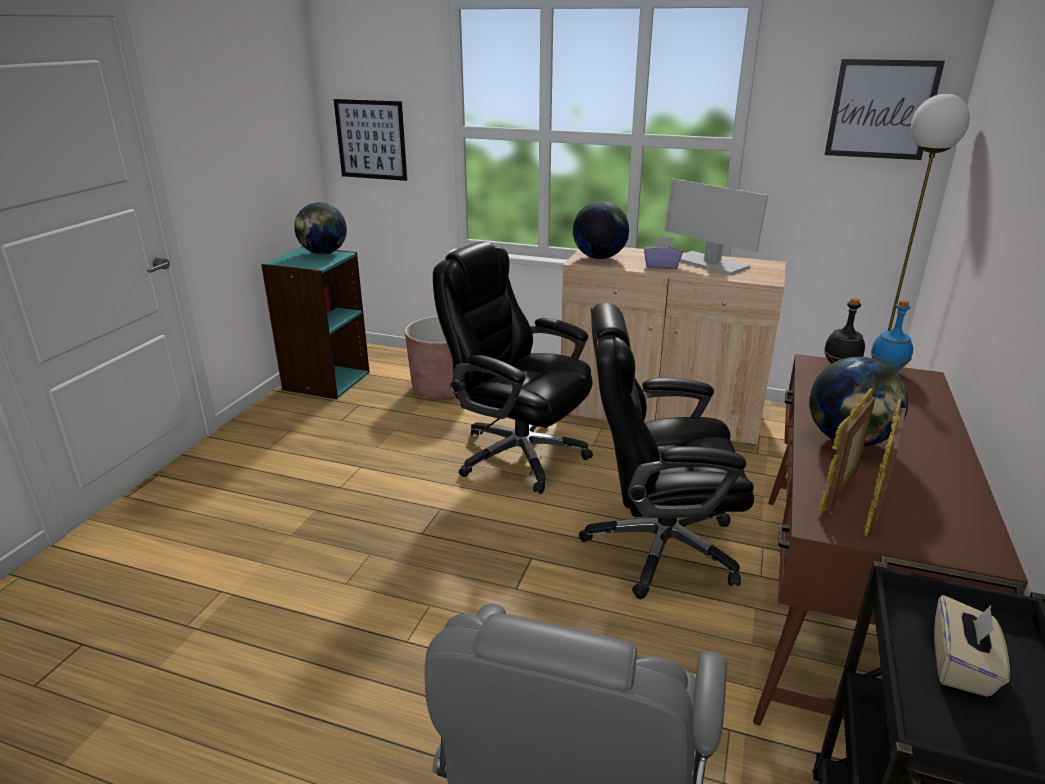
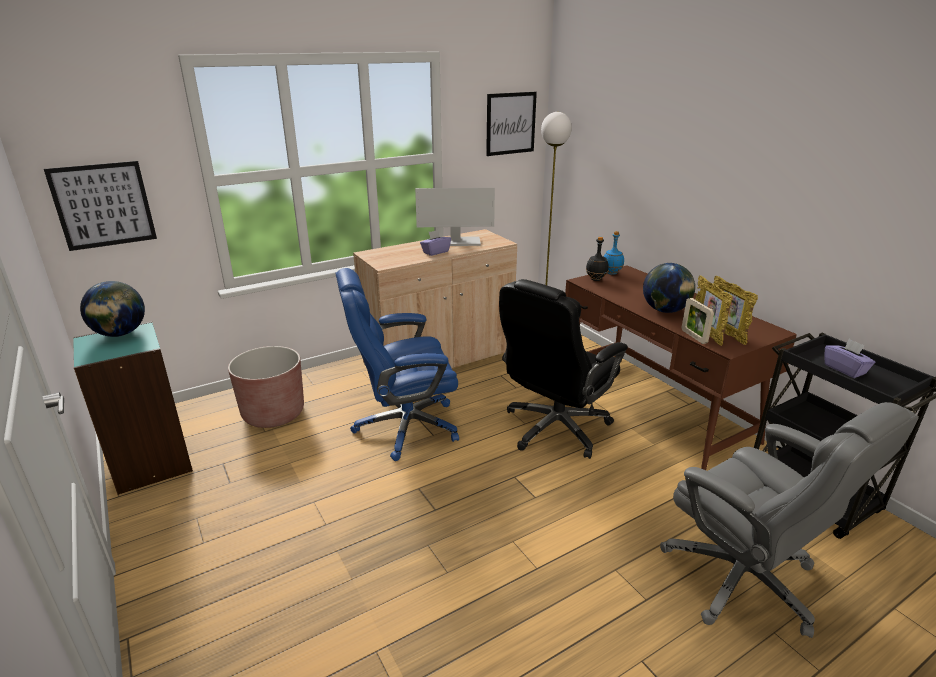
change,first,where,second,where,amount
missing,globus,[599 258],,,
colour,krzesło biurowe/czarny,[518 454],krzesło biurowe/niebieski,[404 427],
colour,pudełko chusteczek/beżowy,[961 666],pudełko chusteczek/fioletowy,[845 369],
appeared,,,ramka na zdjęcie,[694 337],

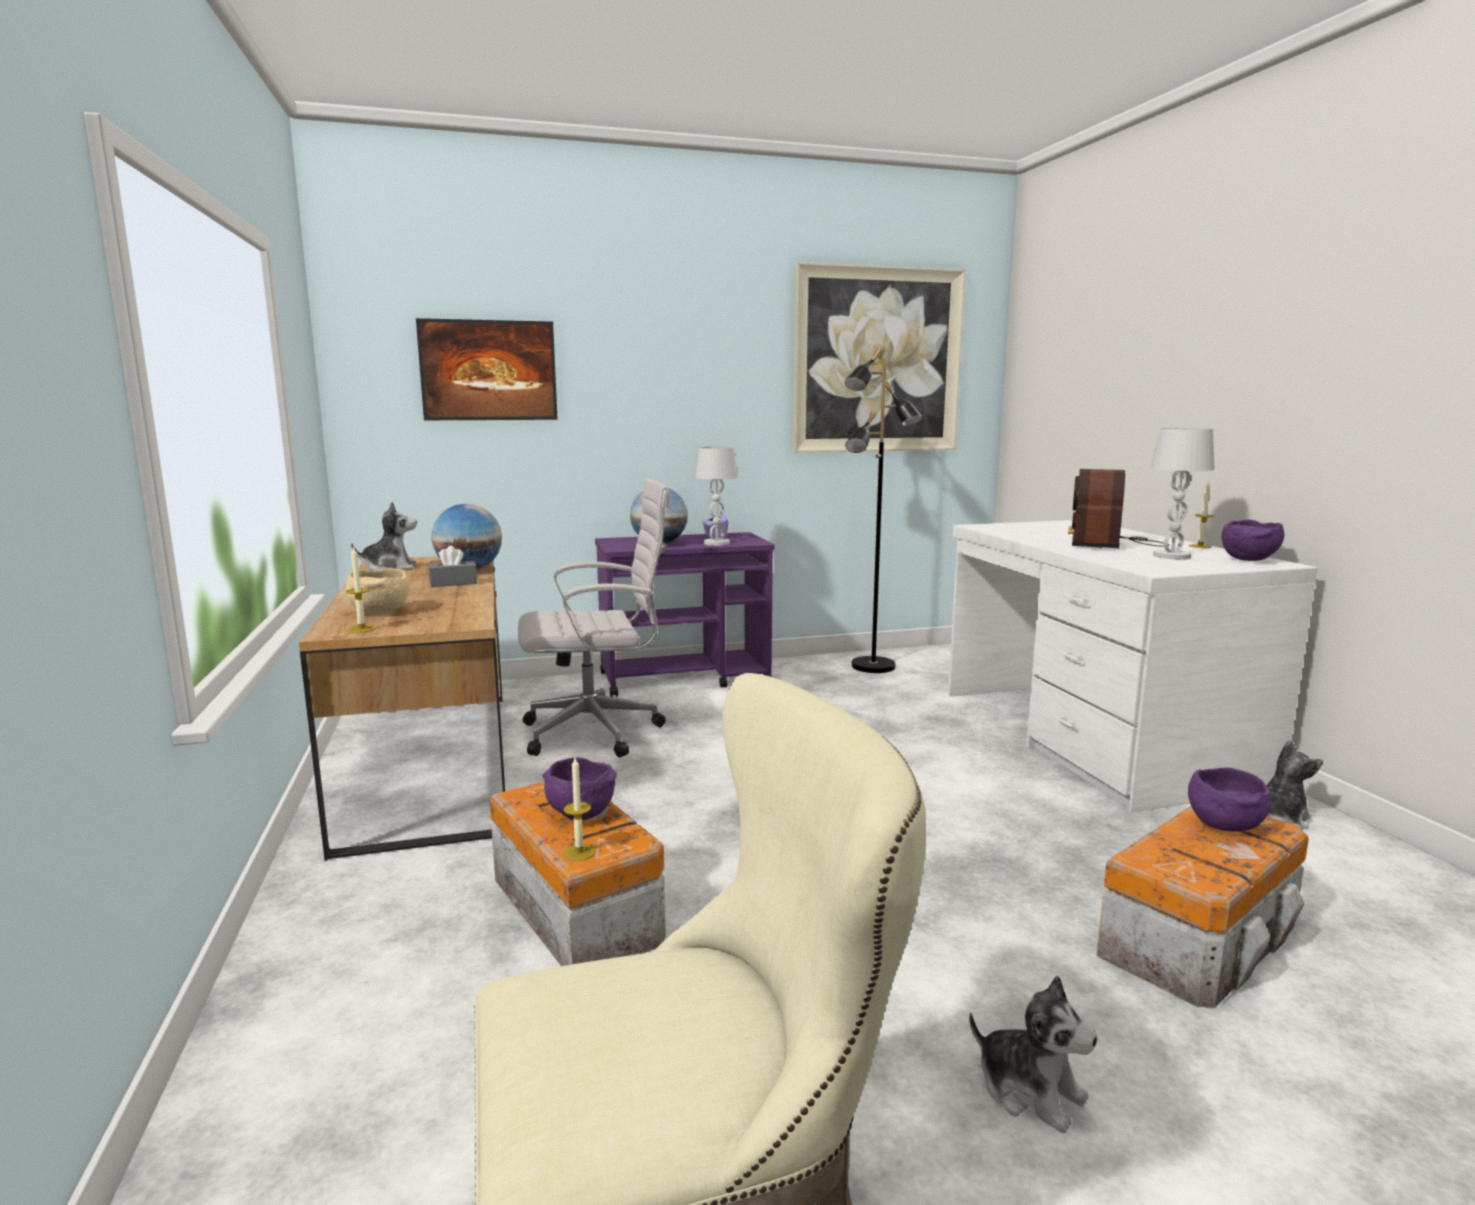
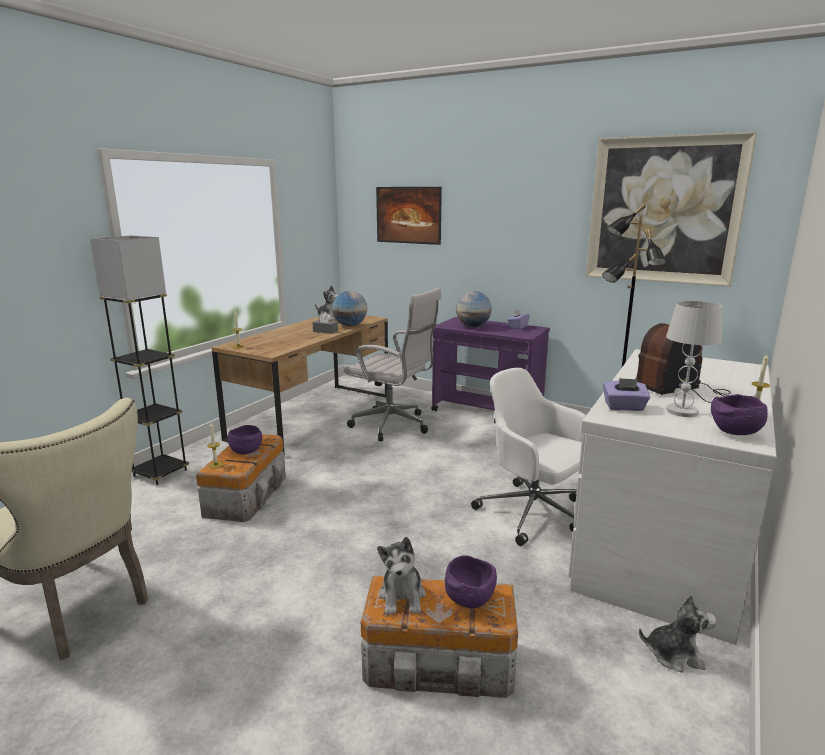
change,first,where,second,where,amount
missing,lampa stołowa/biały,[716 543],,,
missing,miska/beżowy,[380 612],,,
relocated,pluszak,[1030 1091],,[402 596],
appeared,,,lampa stojąca/szary,[160 473],
appeared,,,krzesło biurowe/biały,[533 513],
appeared,,,pudełko chusteczek/fioletowy,[624 407],

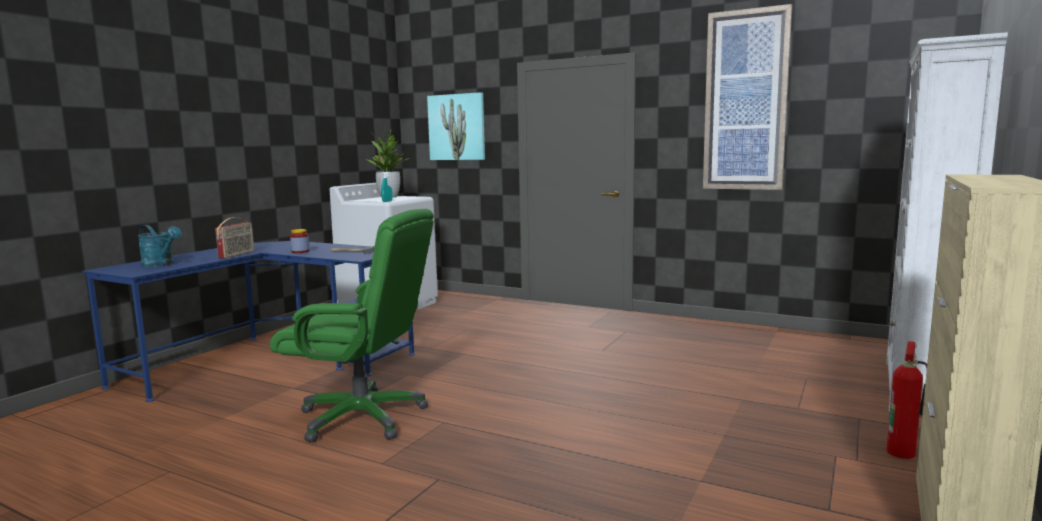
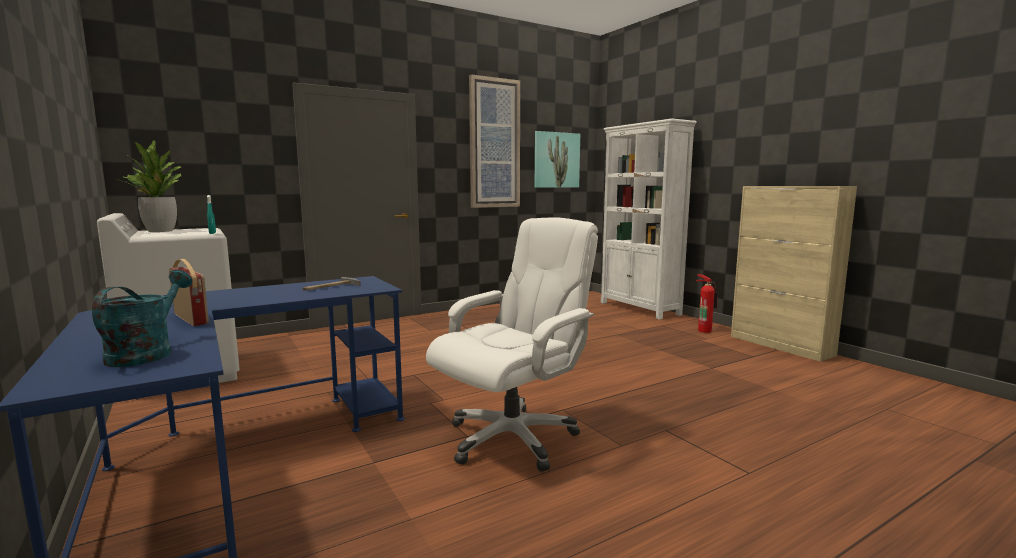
change,first,where,second,where,amount
relocated,obraz,[456 127],,[556 160],
colour,krzesło biurowe/zielony,[363 417],krzesło biurowe/biały,[512 438],
spun,konewka/turkusowy,[161 265],,[146 353],60 degrees counterclockwise
missing,słoik,[300 251],,,

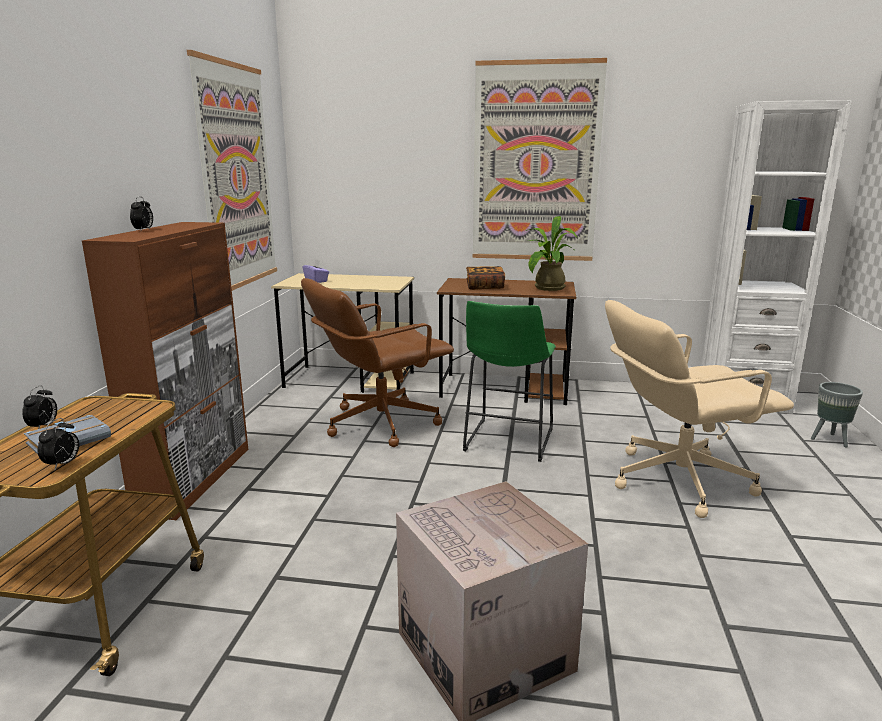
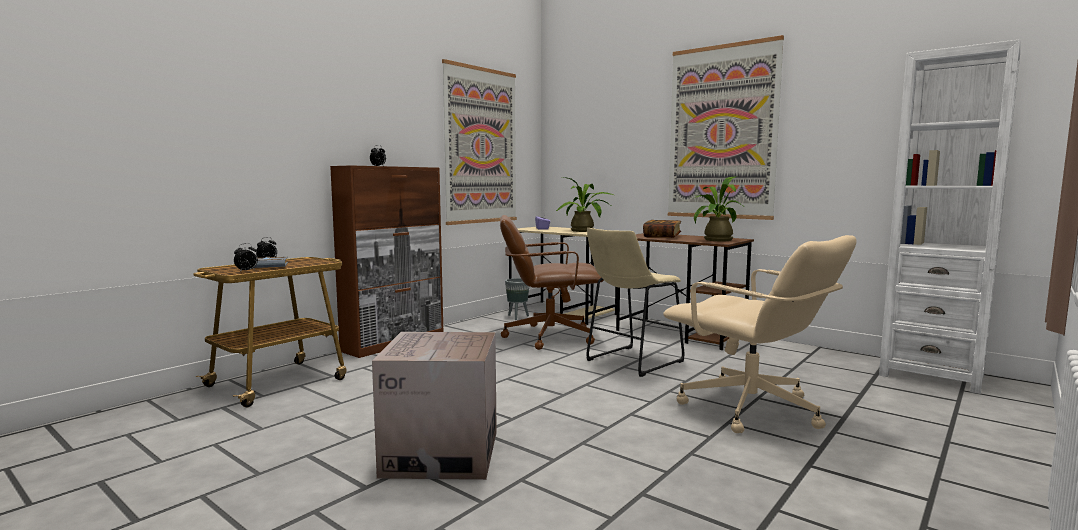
change,first,where,second,where,amount
spun,krzesło biurowe/beżowy,[677 480],,[751 410],150 degrees counterclockwise
colour,stołek/zielony,[507 442],stołek/beżowy,[630 362],
relocated,donica/szary,[830 440],,[517 317],
appeared,,,roślina doniczkowa,[585 231],

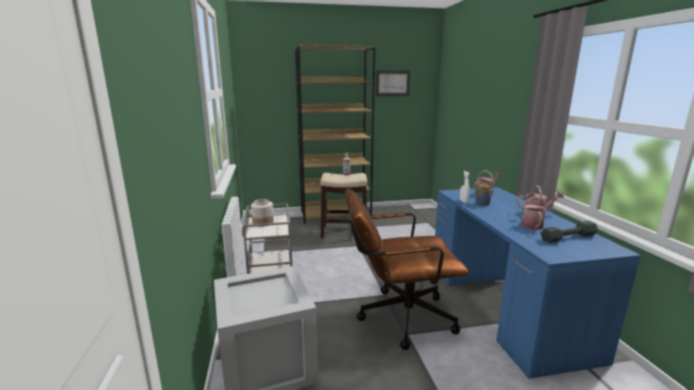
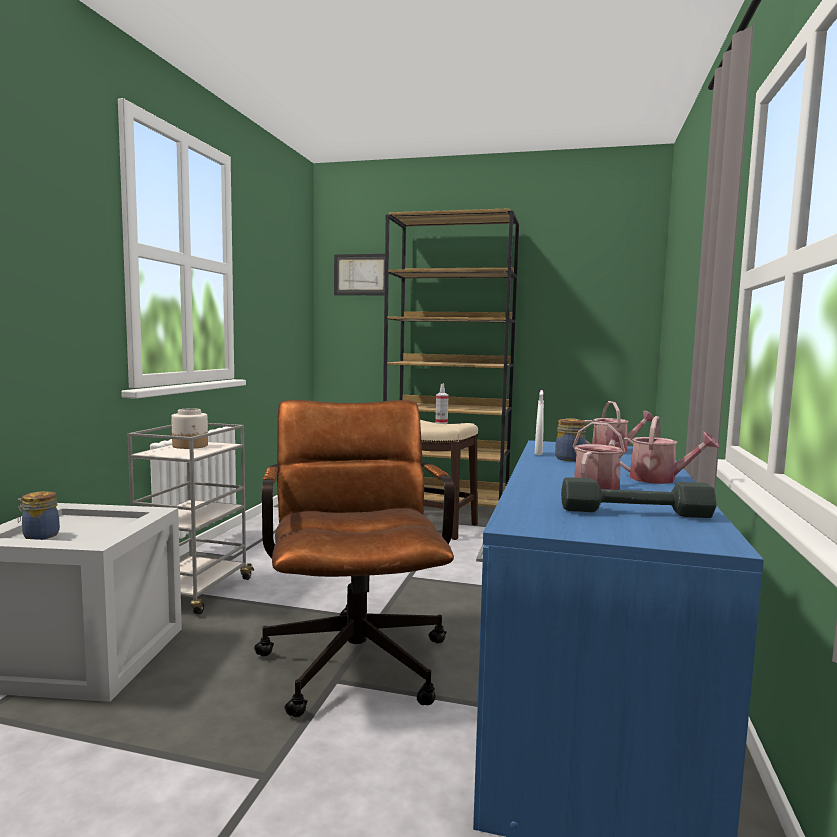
change,first,where,second,where,amount
relocated,obraz,[392 83],,[361 274],
spun,krzesło biurowe/brązowy,[398 317],,[355 654],60 degrees clockwise
appeared,,,słoik,[39 536],

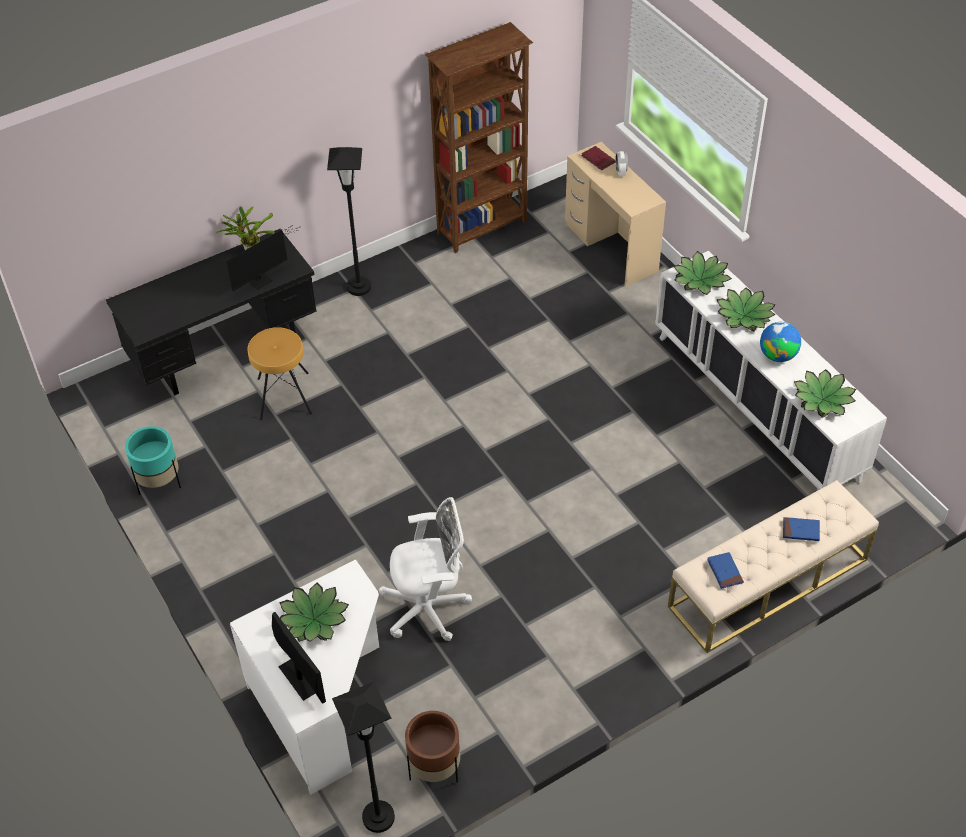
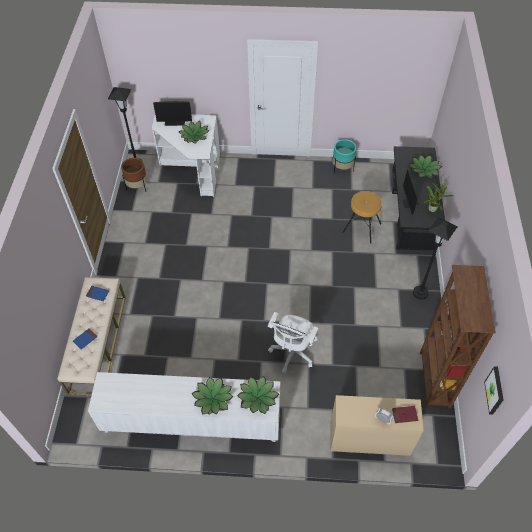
change,first,where,second,where,amount
missing,globus,[778 355],,,
relocated,roślina doniczkowa,[822 399],,[424 170],
relocated,krzesło biurowe/biały,[429 608],,[292 353],
appeared,,,obraz,[495 390],

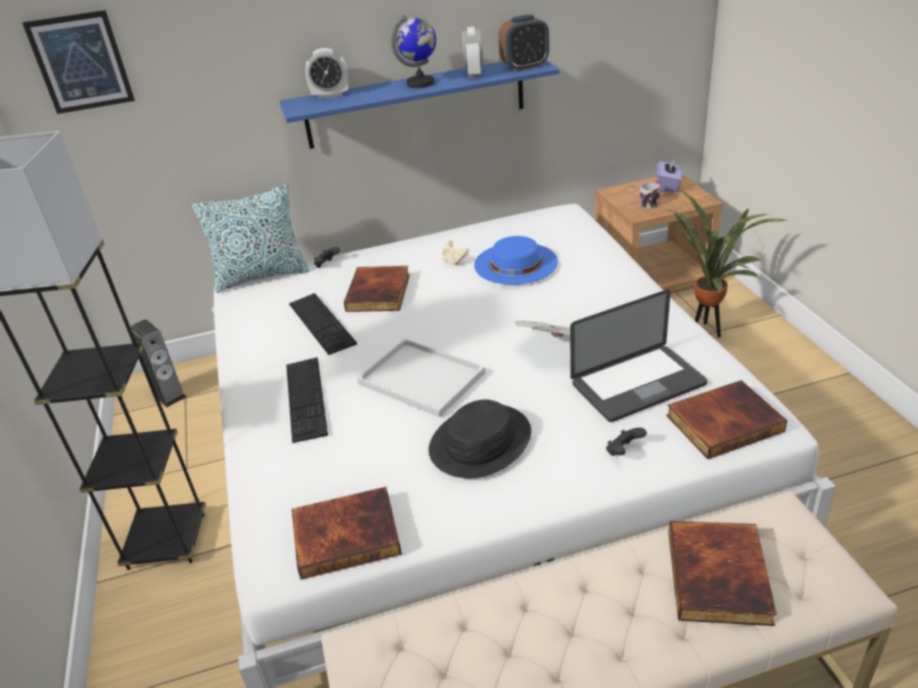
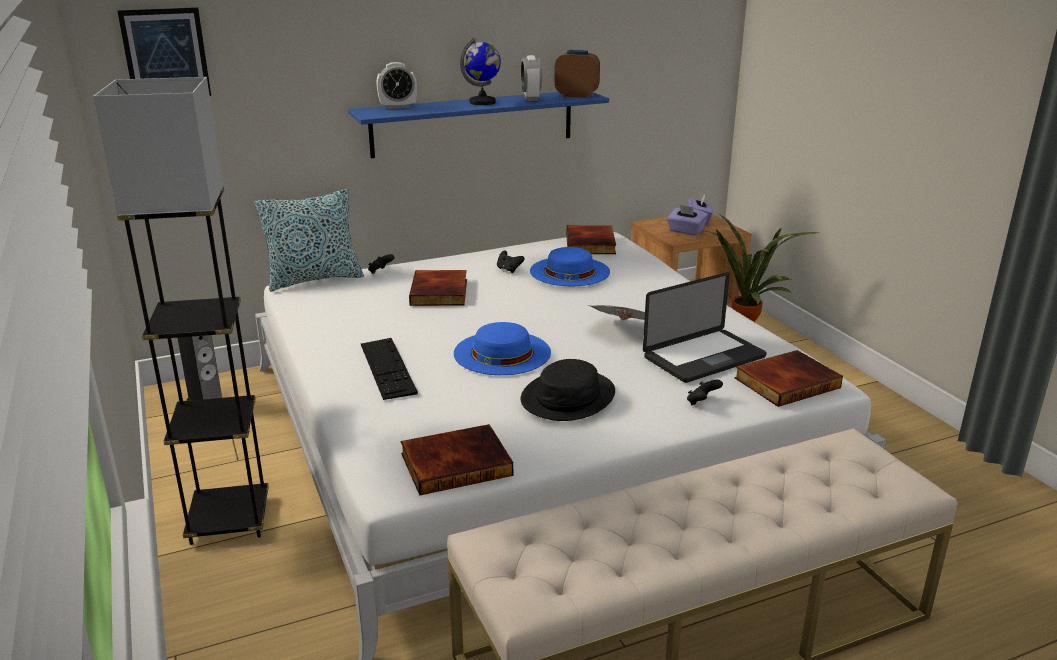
change,first,where,second,where,amount
spun,budzik,[525 66],,[576 95],135 degrees counterclockwise
exchanged,kubek,[651 202],pudełko chusteczek/fioletowy,[685 231],
colour,pad do gier/beżowy,[454 261],pad do gier/czarny,[509 270],
missing,klawiatura,[321 323],,,
exchanged,taca/biały,[424 378],kapelusz/niebieski,[502 353],
relocated,książka,[721 577],,[591 244],

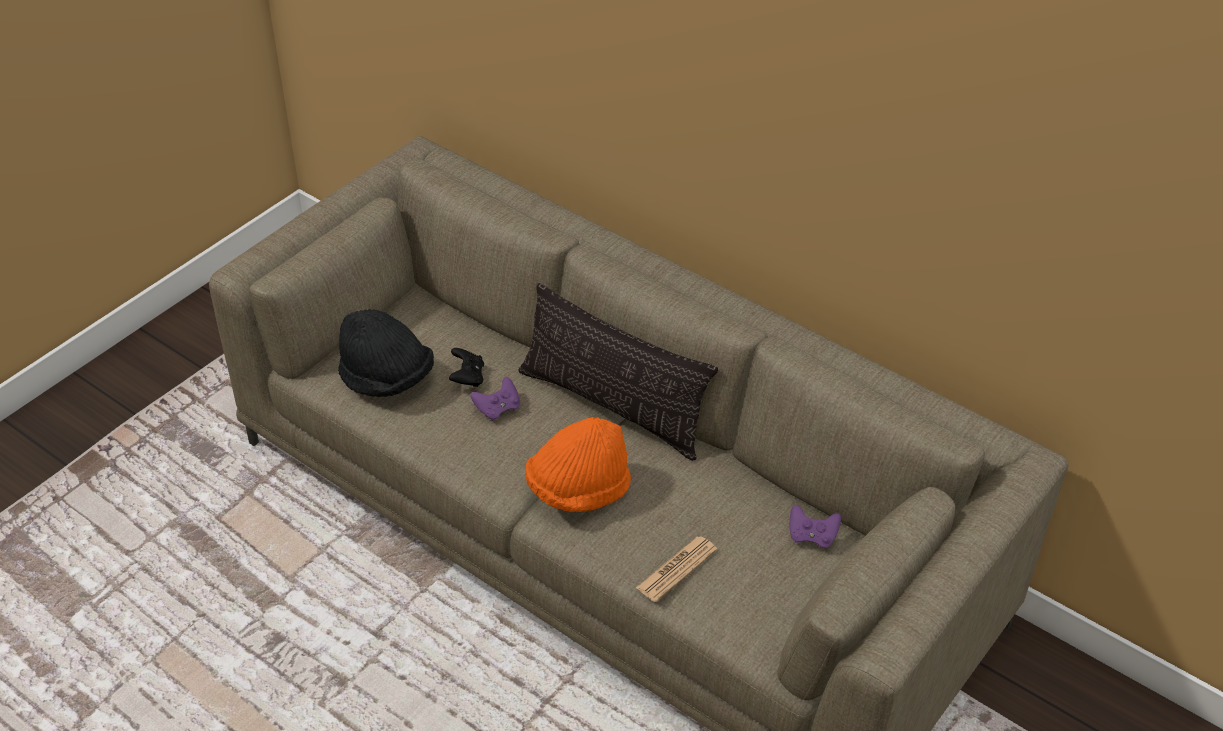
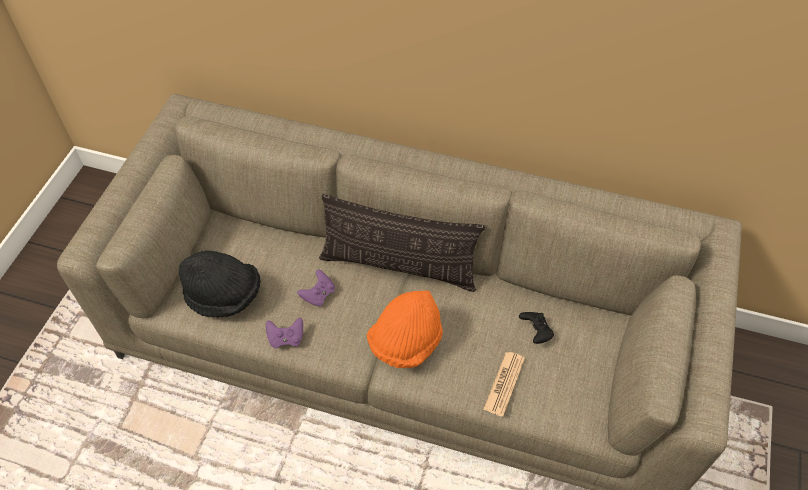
change,first,where,second,where,amount
relocated,pad do gier/czarny,[467 377],,[535 332],
relocated,pad do gier/fioletowy,[812 536],,[286 338],

